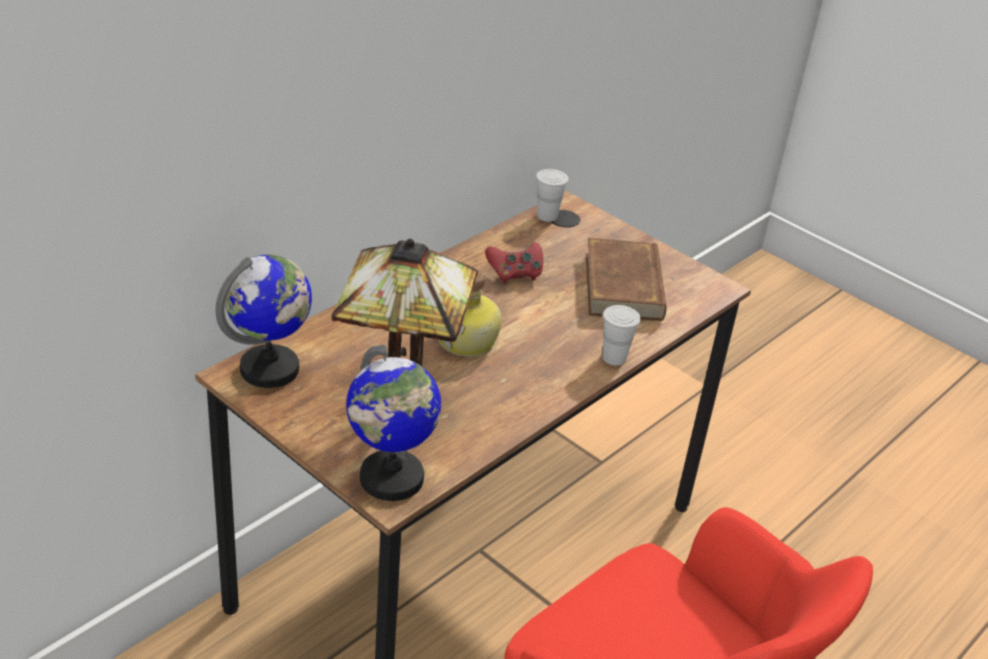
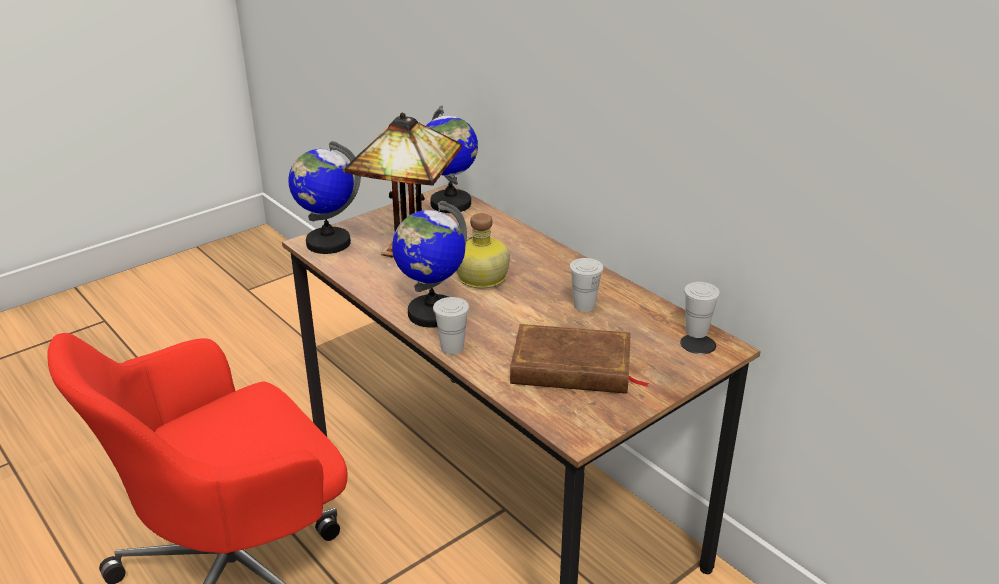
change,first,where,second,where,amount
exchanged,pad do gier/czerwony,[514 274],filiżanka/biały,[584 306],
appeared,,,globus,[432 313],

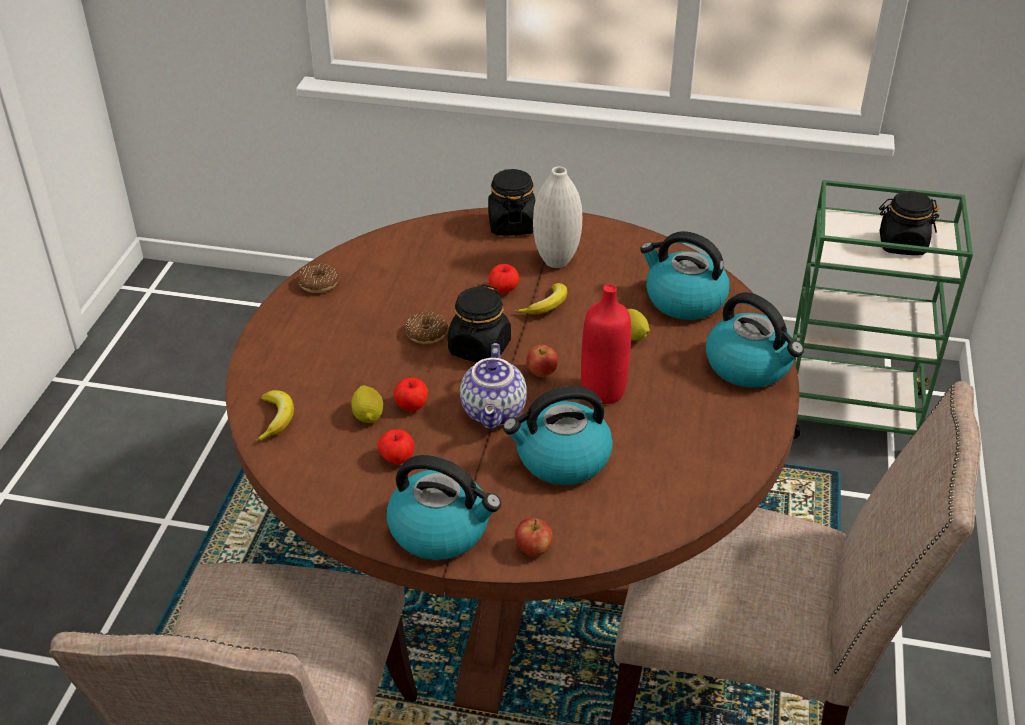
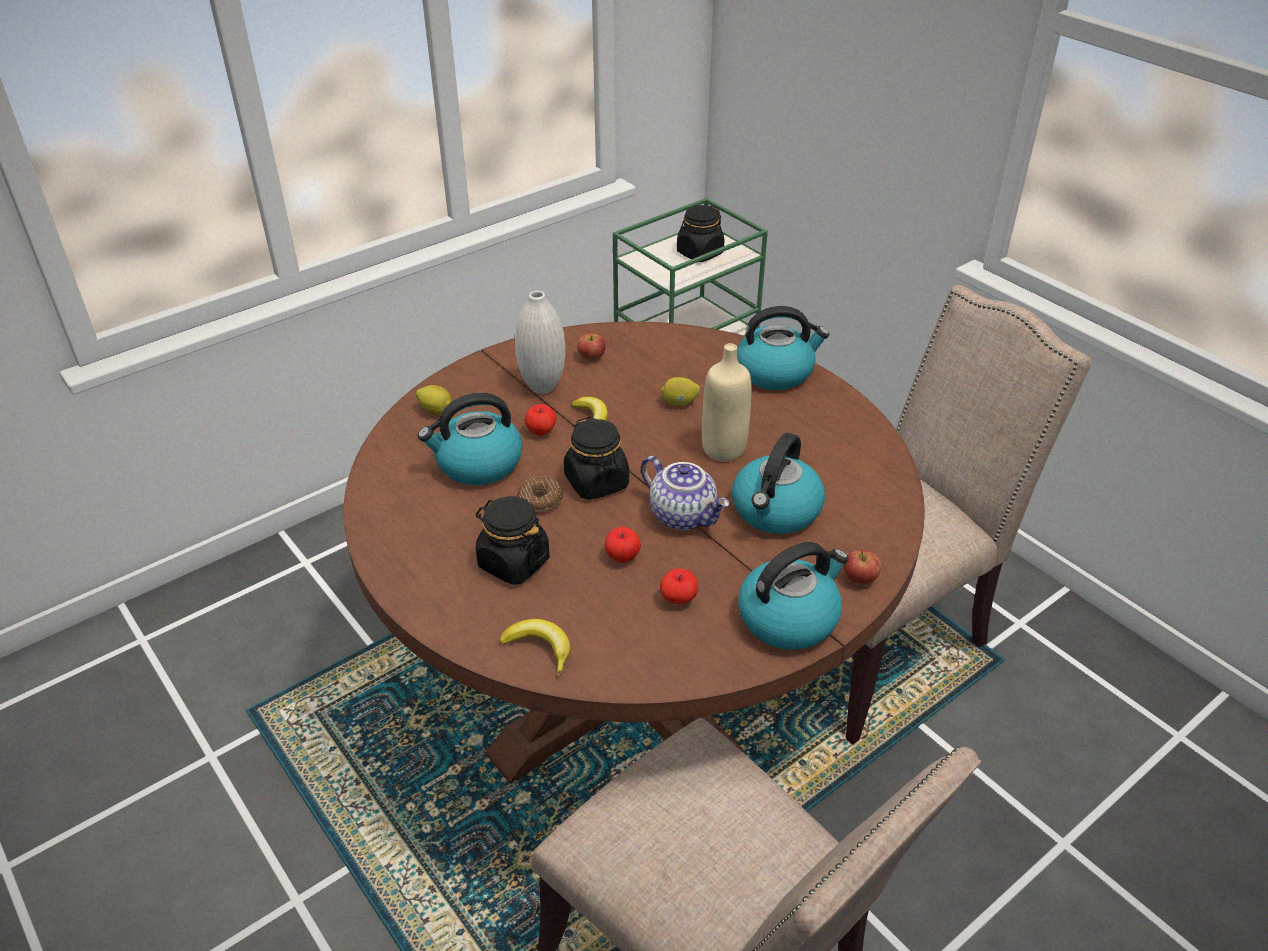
change,first,where,second,where,amount
relocated,słoik/czarny,[512 225],,[513 562],
relocated,czajnik,[683 300],,[478 464],
missing,donut,[318 284],,,
colour,butelka/czerwony,[603 391],butelka/beżowy,[723 449],
relocated,jabłko,[542 372],,[591 357],
relocated,cytryna,[368 416],,[436 411],

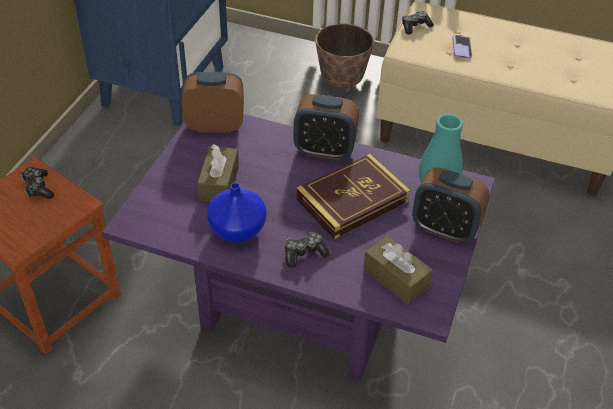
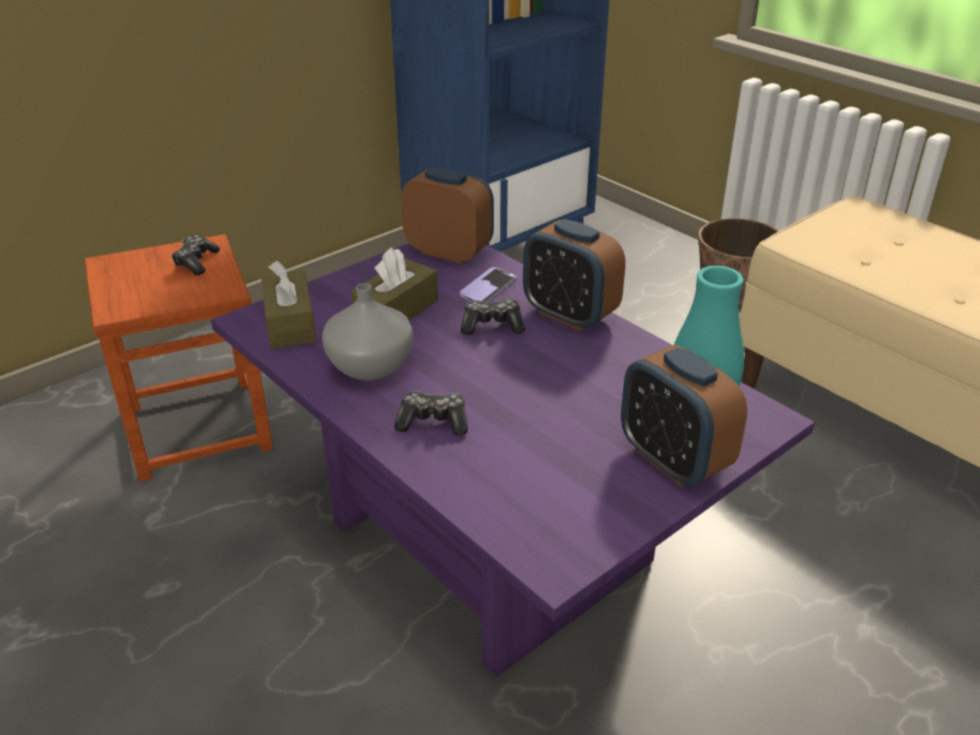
change,first,where,second,where,amount
relocated,pad do gier,[415 26],,[492 325],
relocated,telefon,[461 47],,[488 288],
missing,książka,[352 200],,,
colour,wazon/niebieski,[237 230],wazon/szary,[369 367],
relocated,pudełko chusteczek/brązowy,[396 278],,[290 323],

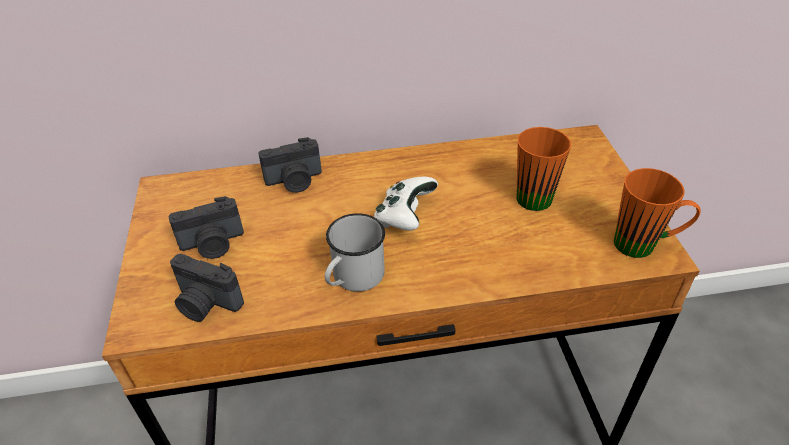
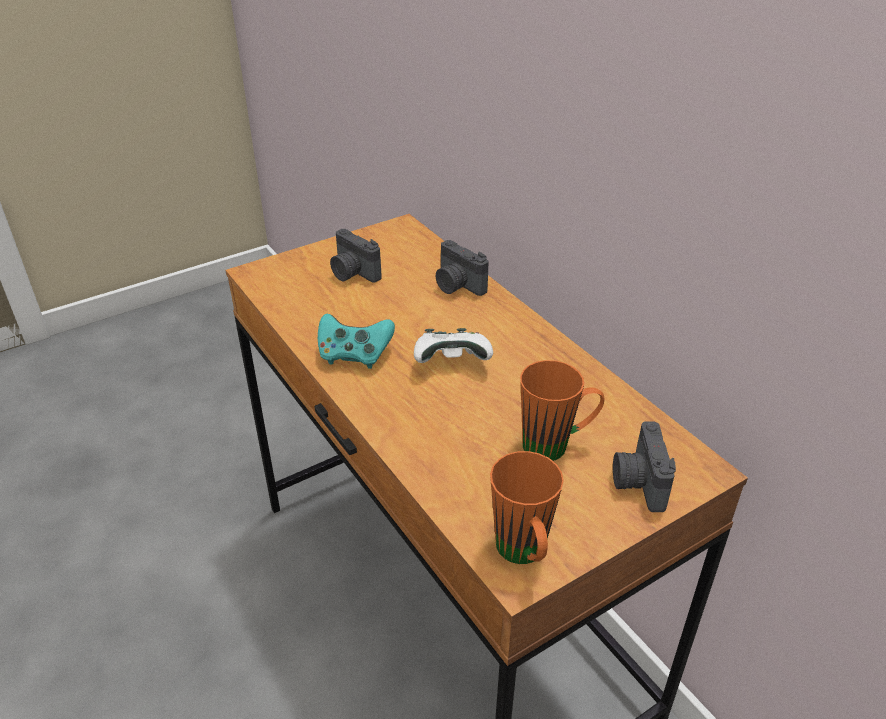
change,first,where,second,where,amount
exchanged,kubek/biały,[353 278],pad do gier/turkusowy,[354 355],
relocated,aparat fotograficzny,[205 304],,[638 482],

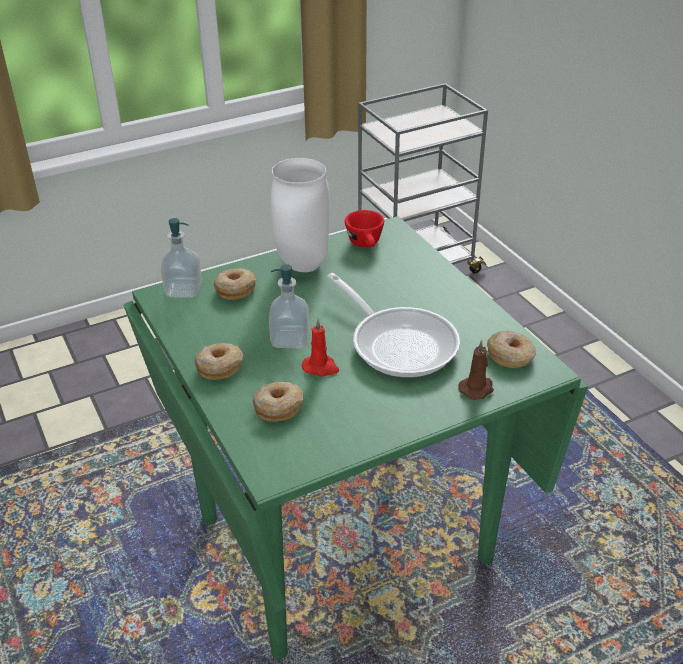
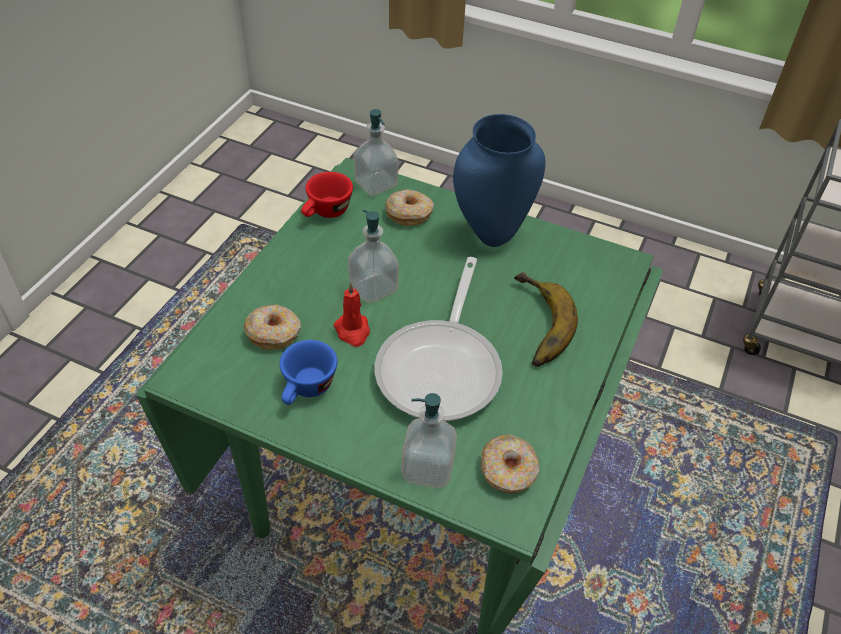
change,first,where,second,where,amount
colour,wazon/biały,[304 266],wazon/niebieski,[491 236],
relocated,filiżanka/czerwony,[366 244],,[326 213],
exchanged,świeca/brązowy,[477 388],dozownik mydła,[427 468],
missing,donut,[219 367],,,
appeared,,,banan,[533 325],
appeared,,,filiżanka/niebieski,[307 390],

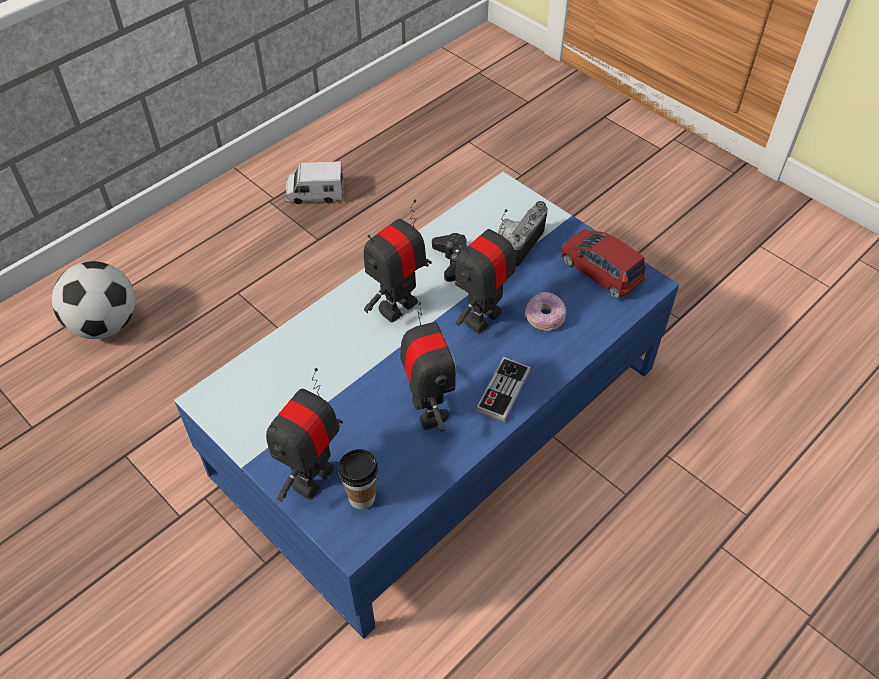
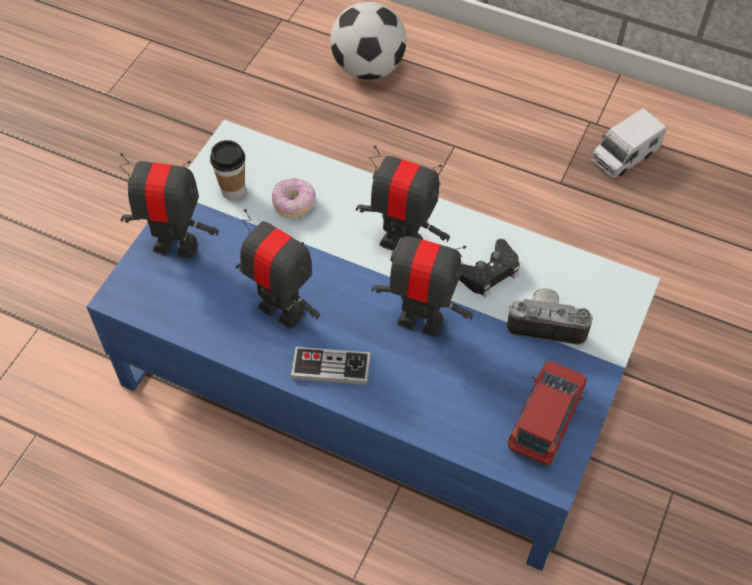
change,first,where,second,where,amount
spun,ciężarówka zabawkowa,[315 194],,[624 156],105 degrees counterclockwise
relocated,donut,[544 318],,[294 204],
spun,robot zabawkowy,[428 410],,[281 310],105 degrees counterclockwise
relocated,filiżanka,[362 497],,[233 190],

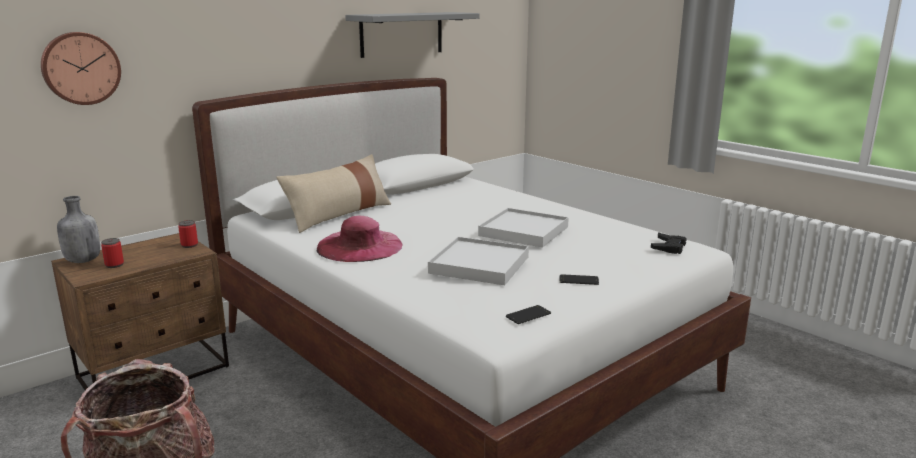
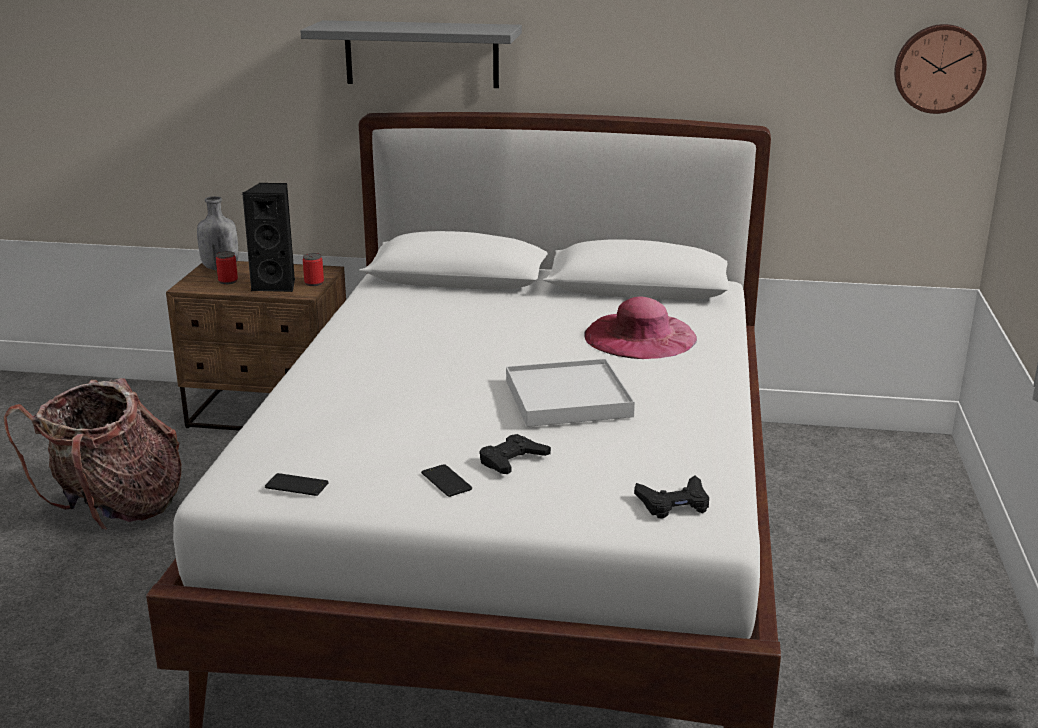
change,first,where,second,where,amount
relocated,półka/szary,[402 34],,[421 54],
relocated,zegar ścienny,[80 68],,[939 68],
missing,poduszka/beżowy,[339 215],,,
relocated,kapelusz/różowy,[359 246],,[640 336],
missing,taca/biały,[479 265],,,
appeared,,,głośnik/czarny,[277 285],
appeared,,,pad do gier/czarny,[512 460],

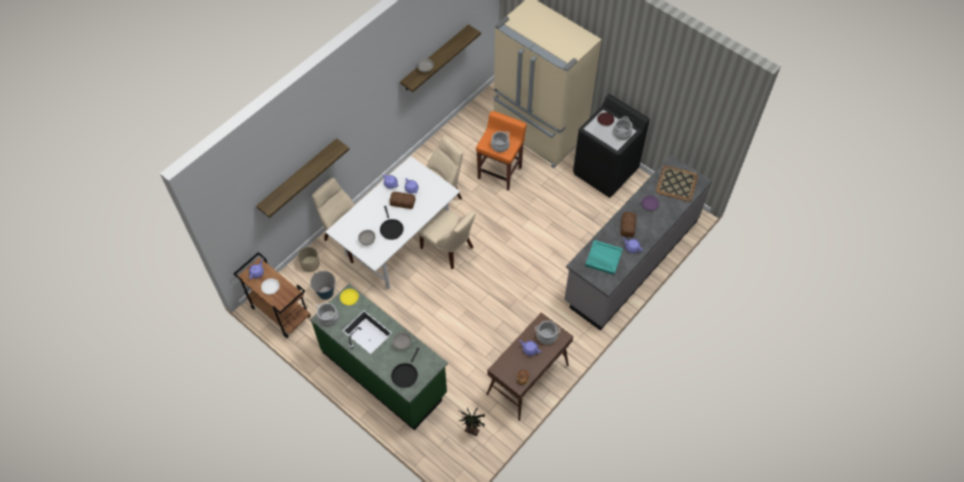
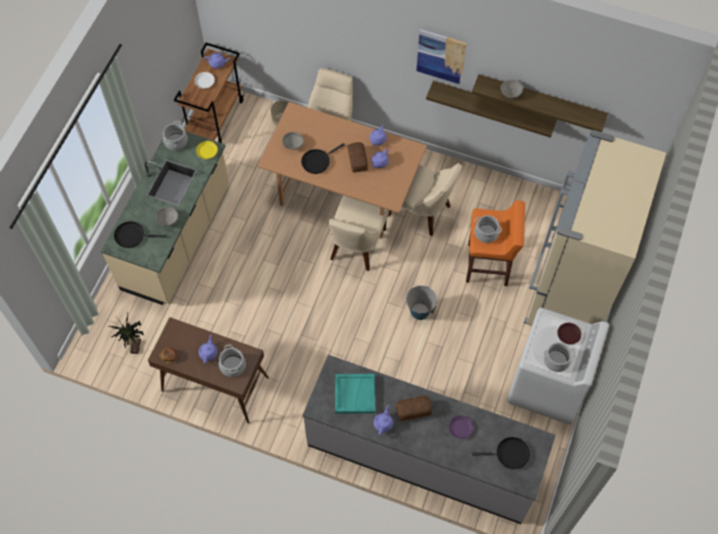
change,first,where,second,where,amount
colour,pralka/czarny,[605 172],pralka/biały,[547 386],
relocated,półka,[298 177],,[493 106],
colour,stół jadalny/biały,[398 242],stół jadalny/brązowy,[344 192],
exchanged,taca,[677 183],patelnia/czarny,[509 454],
relocated,wiadro,[325 292],,[420 311],
colour,zabudowa kuchenna/zielony,[384 372],zabudowa kuchenna/beżowy,[177 238],
appeared,,,obraz,[441 56],

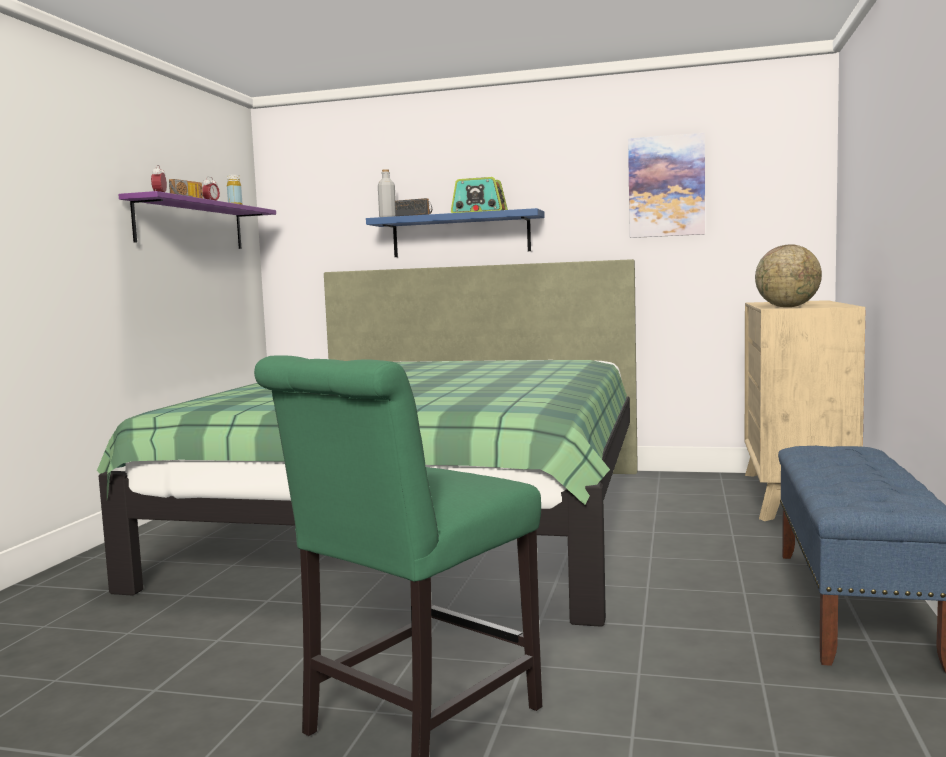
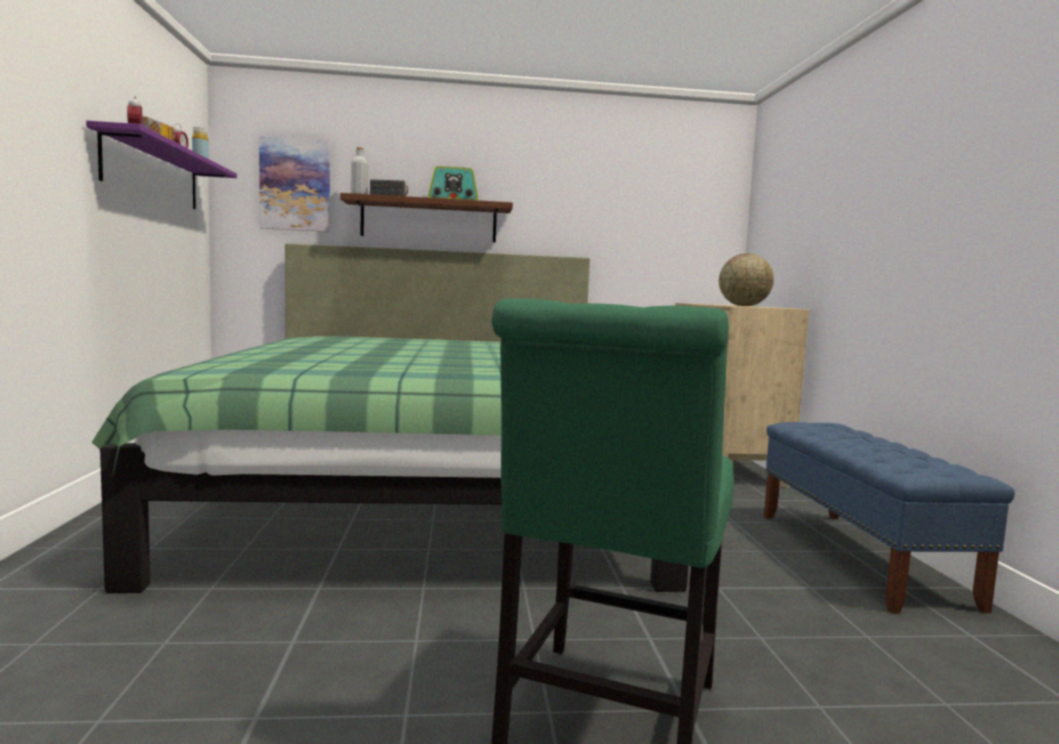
change,first,where,second,where,amount
relocated,obraz,[666 186],,[295 185],
colour,półka/niebieski,[460 235],półka/brązowy,[429 221],

